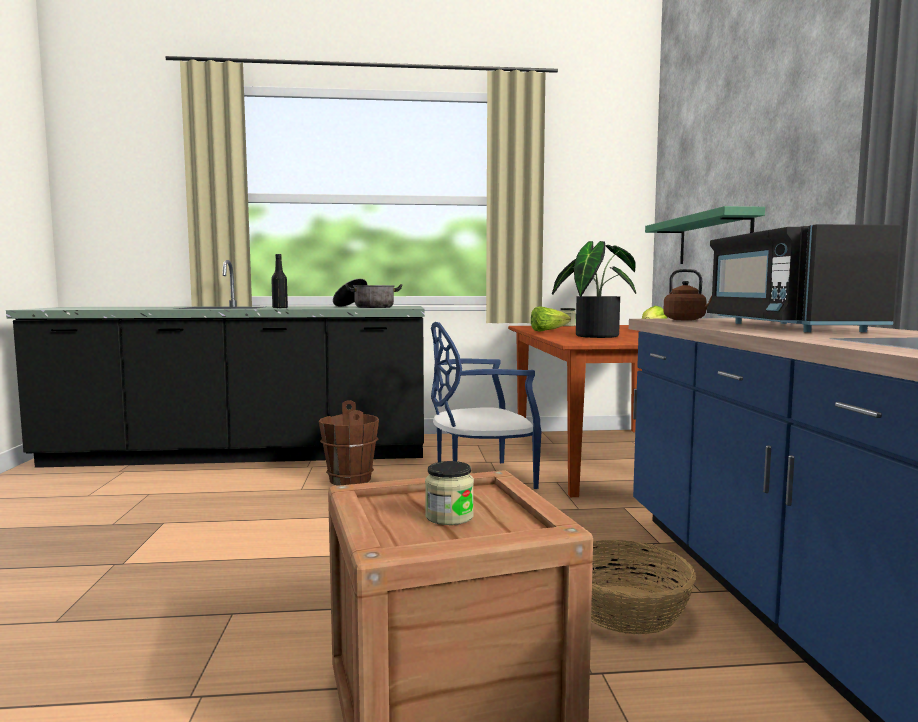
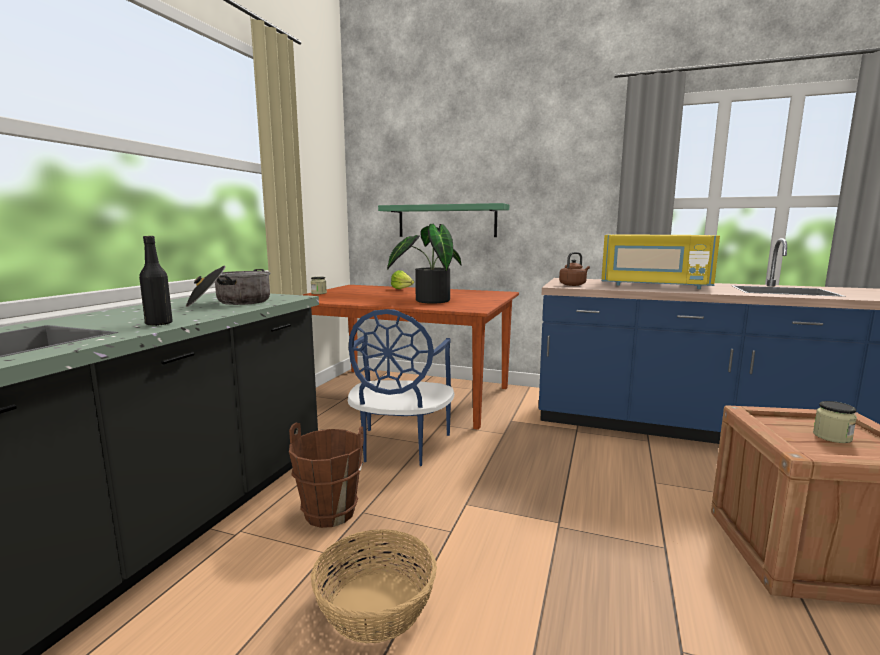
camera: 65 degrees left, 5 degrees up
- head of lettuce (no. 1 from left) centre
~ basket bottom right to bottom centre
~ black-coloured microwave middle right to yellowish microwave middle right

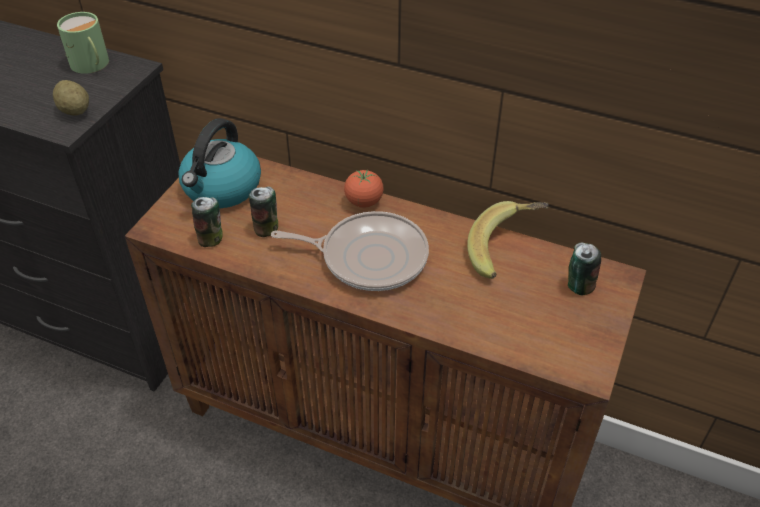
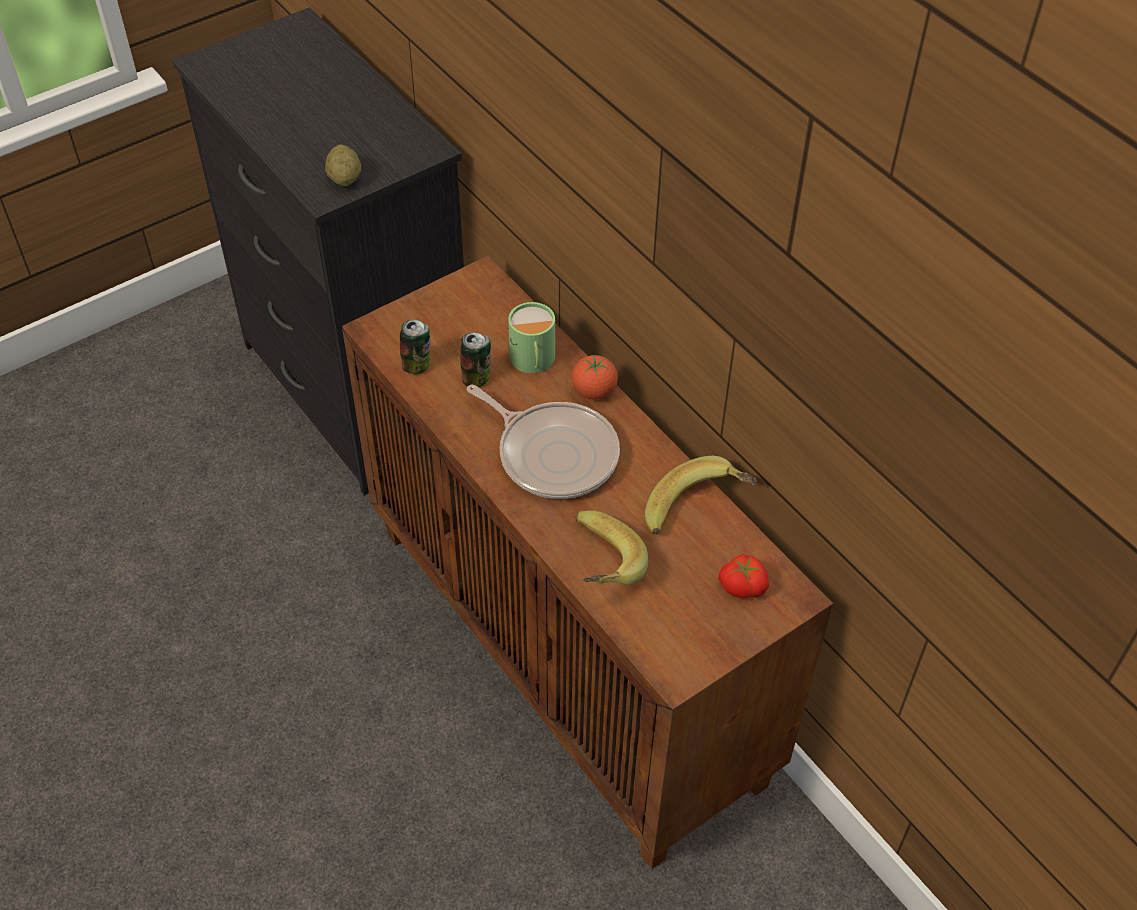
camera: 30 degrees right, 5 degrees up
- water kettle top left
+ banana (no. 1 from left) centre
~ green-coloured coffee mug top left to centre
~ can (no. 3 from left) middle right to fresh tomato (no. 2 from left) centre

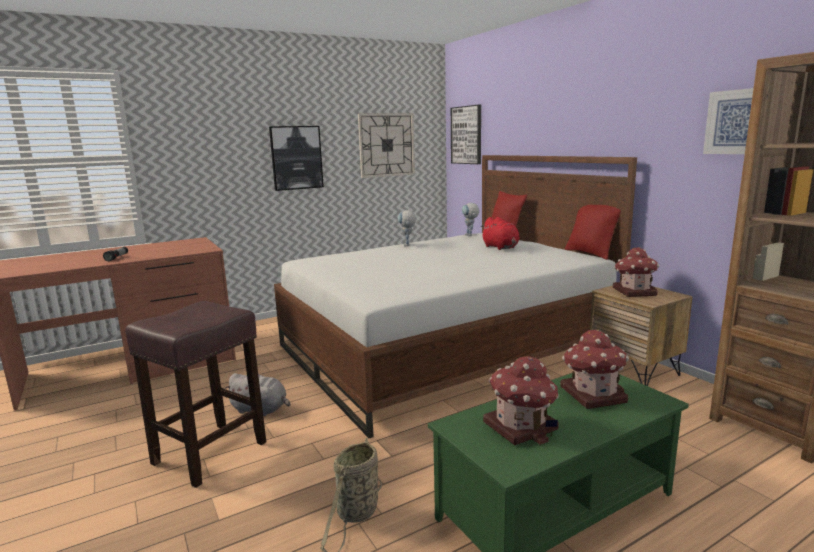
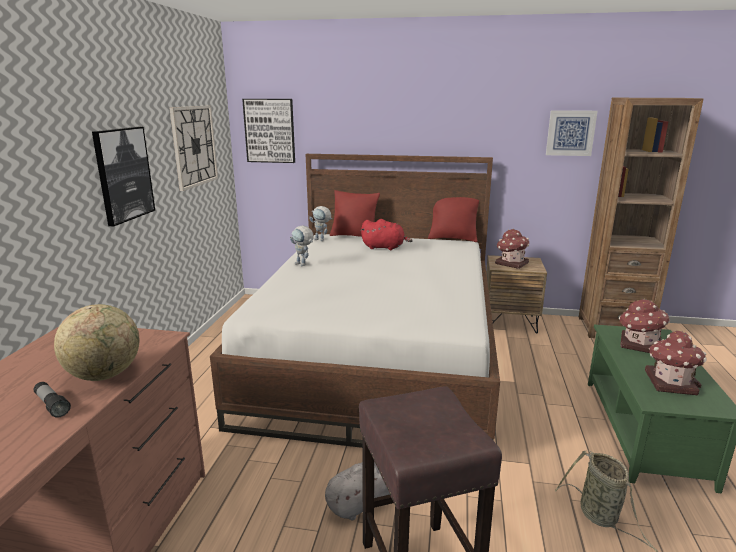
camera: 50 degrees left, 5 degrees up
+ globe middle left

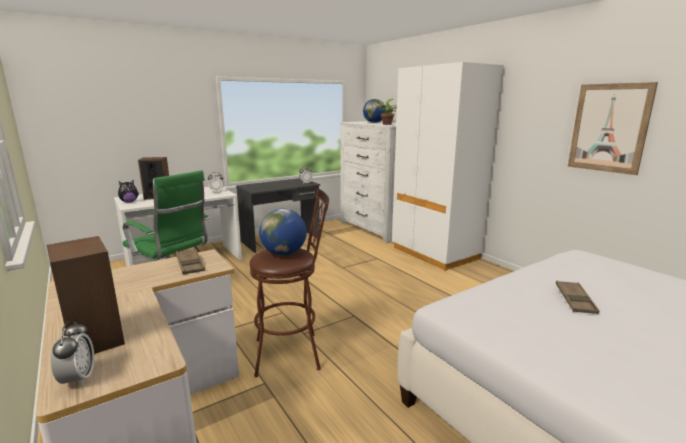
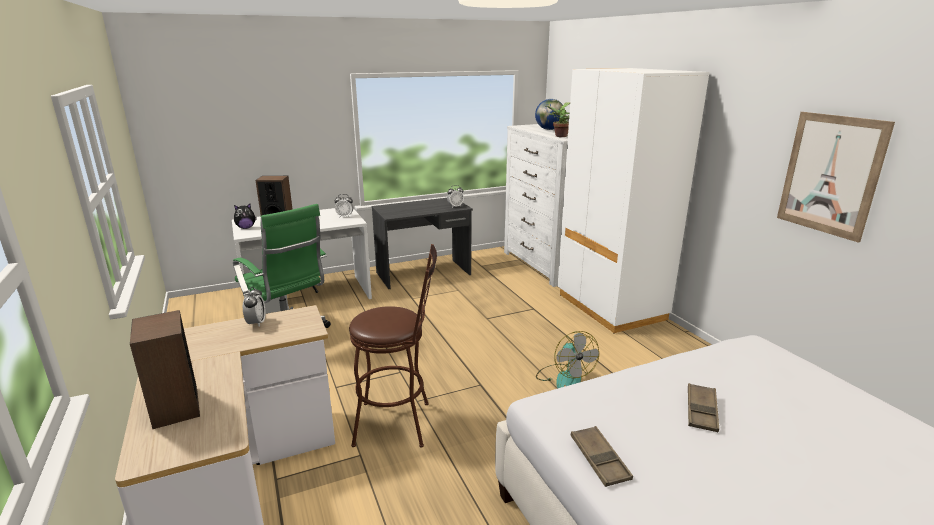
camera: 10 degrees right, 5 degrees up
- globe (no. 1 from left) centre
+ electric fan bottom centre
~ alarm clock (no. 1 from left) bottom left to middle left
~ brown carrying tray (no. 1 from left) middle left to bottom centre

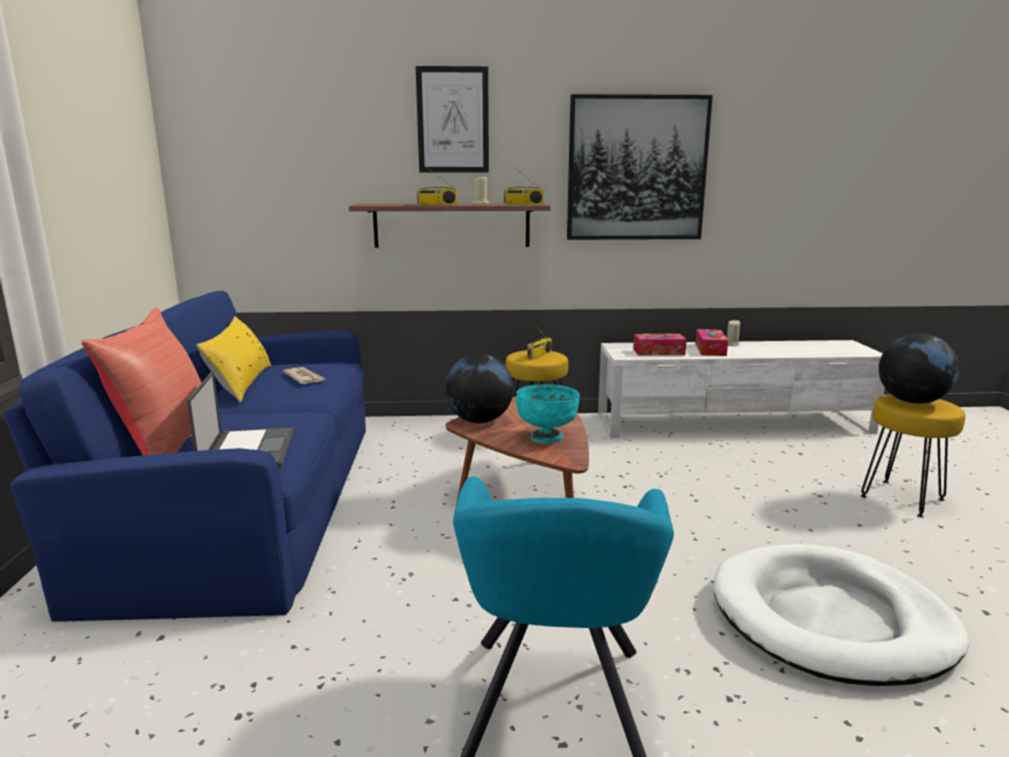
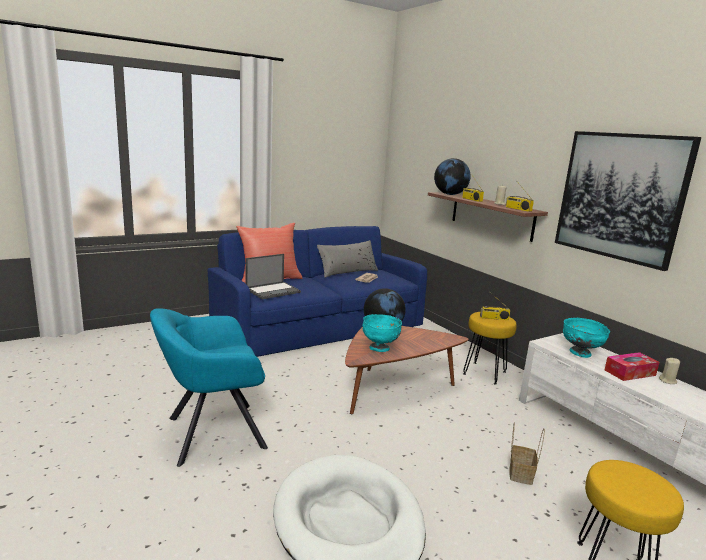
camera: 60 degrees right, 0 degrees up
- picture (no. 1 from left) top centre
+ basket bottom right
~ globe (no. 2 from left) middle right to top centre
~ tissue box (no. 1 from left) centre to turquoise bowl (no. 2 from left) middle right
~ yellowish throw pillow middle left to grey throw pillow centre

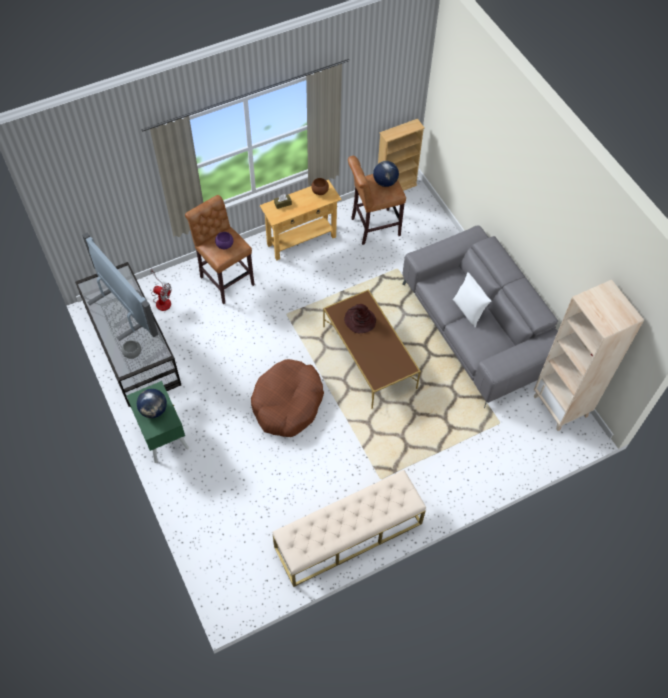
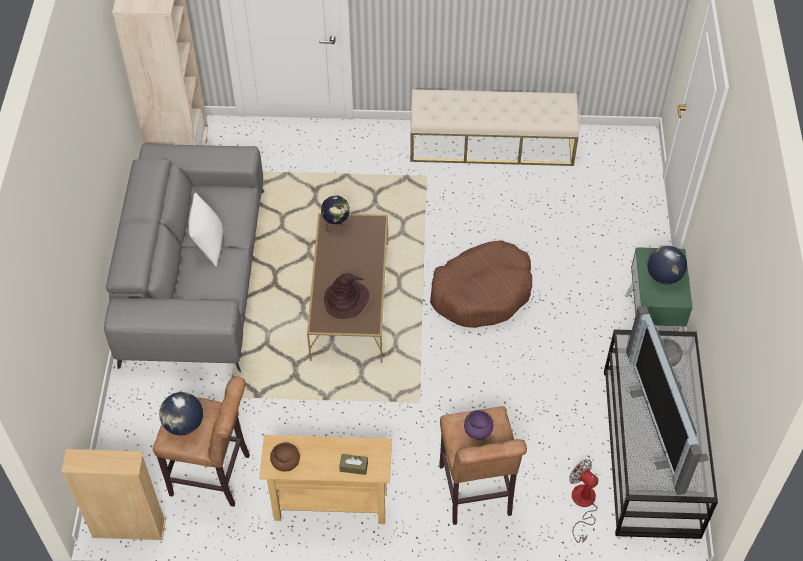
camera: 150 degrees left, 5 degrees down
+ globe (no. 2 from left) centre

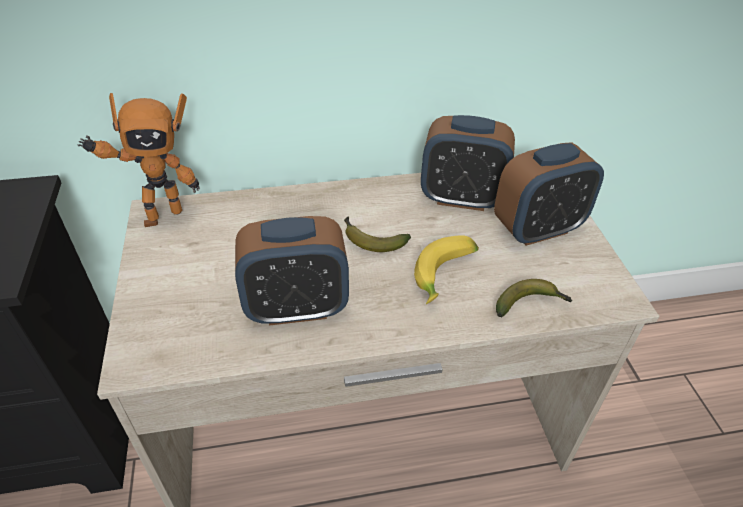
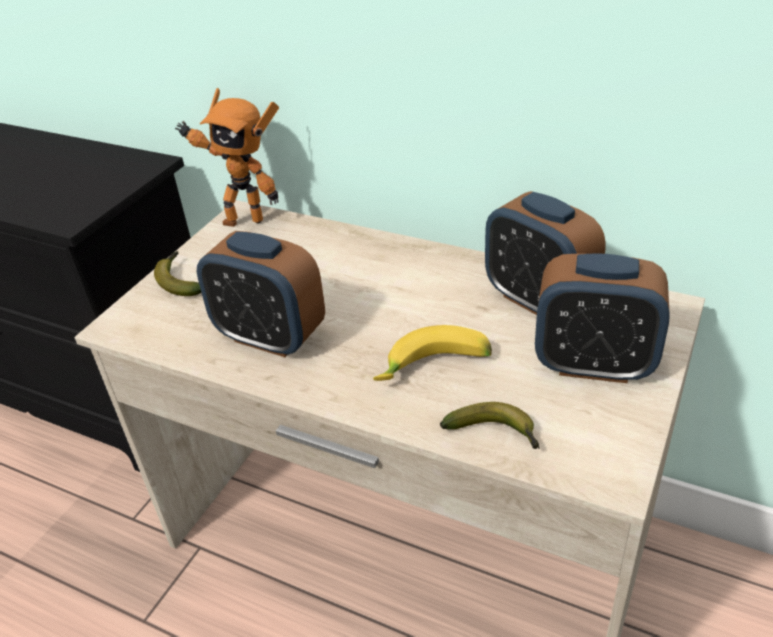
camera: 40 degrees right, 5 degrees down
~ banana (no. 1 from left) centre to middle left

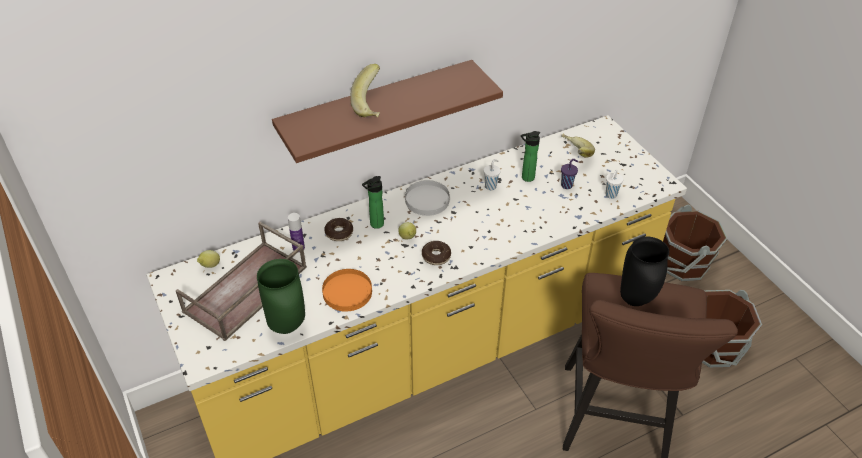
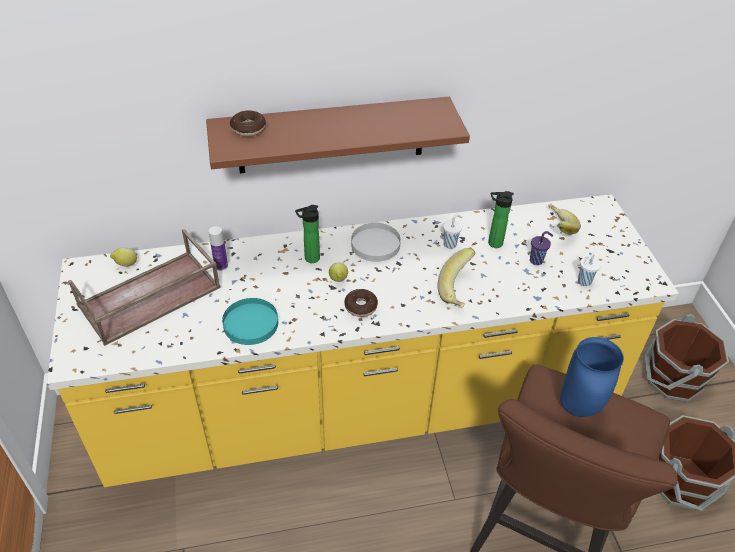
camera: 15 degrees right, 0 degrees up
- green-coloured flower vase middle left
~ ring doughnut (no. 1 from left) centre to top centre
~ banana (no. 1 from left) top centre to centre
~ orange-coloured plate centre to turquoise plate centre
~ black-coloured flower vase middle right to blue-coloured flower vase bottom right

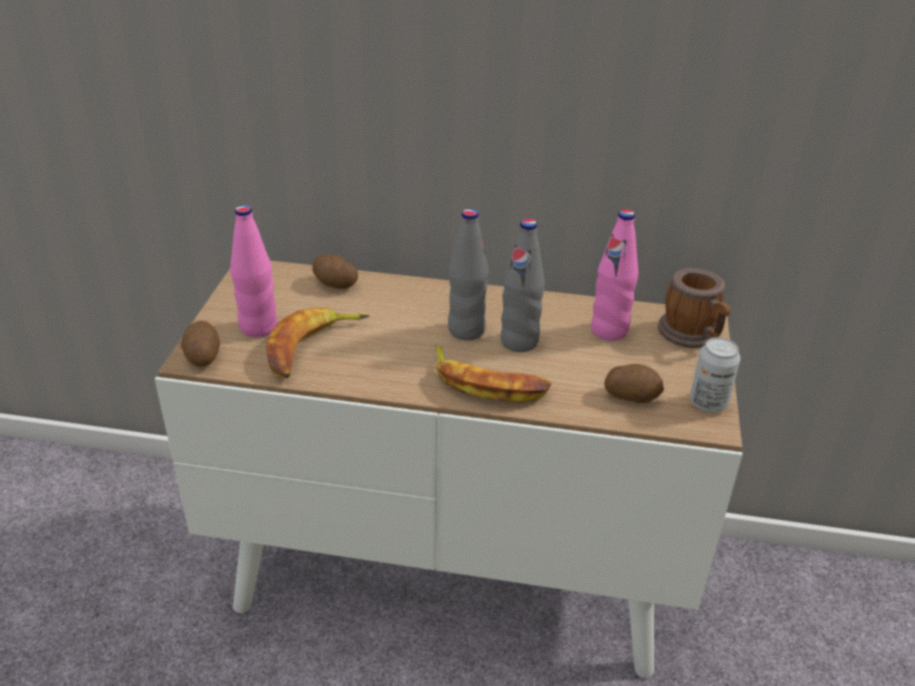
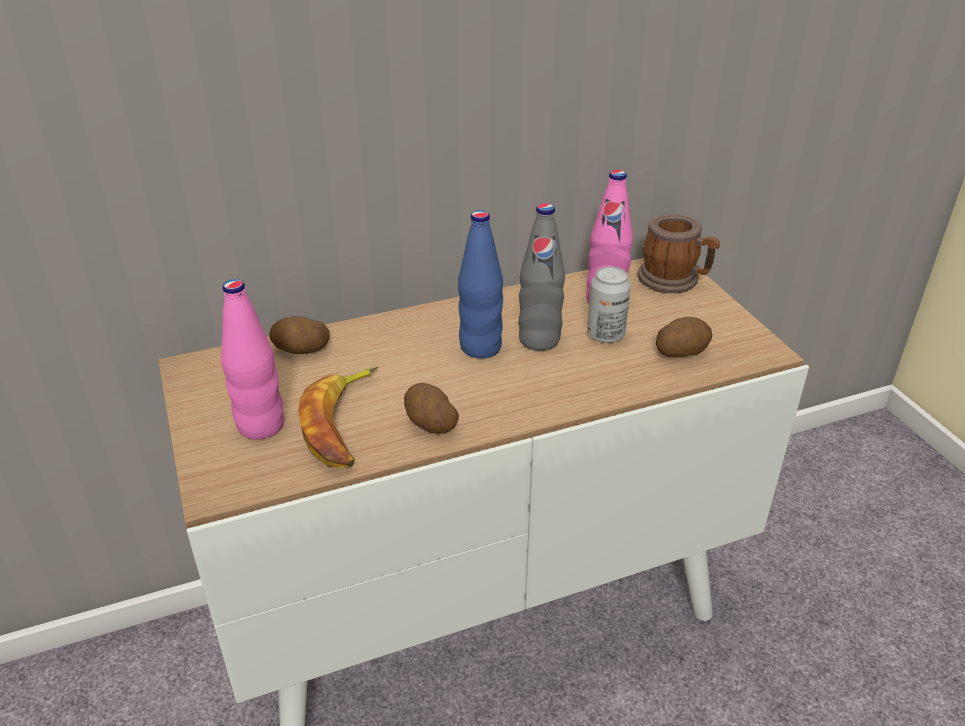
camera: 30 degrees left, 0 degrees up
- banana (no. 2 from left) centre
~ spud (no. 1 from left in the first image) middle left to spud (no. 2 from left) centre
~ can middle right to centre
~ grey bottle (no. 1 from left) centre to blue-coloured bottle centre

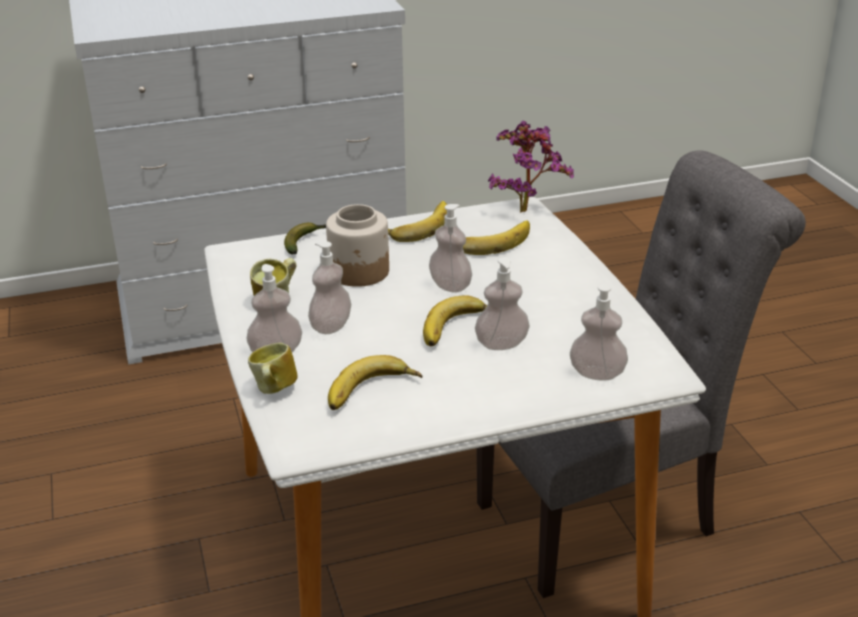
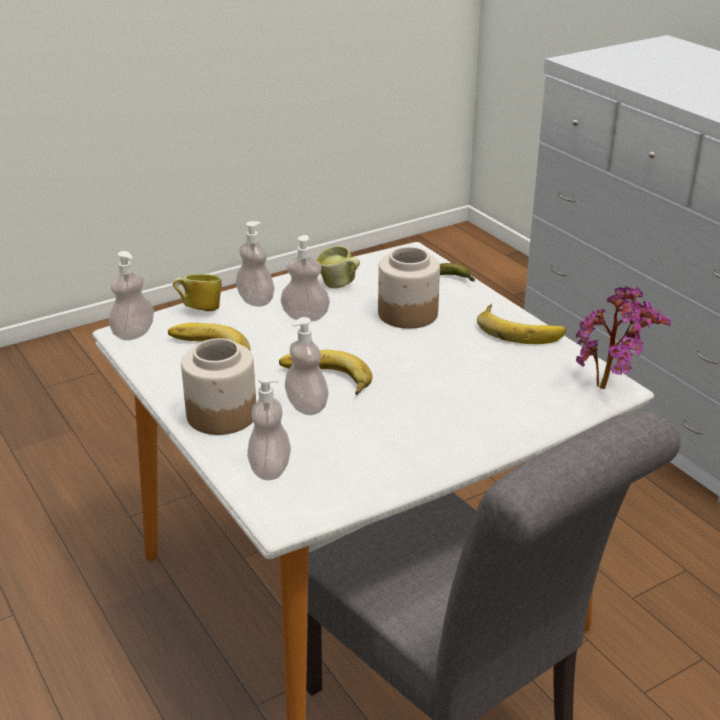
camera: 75 degrees right, 0 degrees up
- banana (no. 5 from left) centre
+ jar (no. 1 from left) middle left
~ soap bottle (no. 3 from left in the first image) centre to soap bottle (no. 1 from left) middle left

